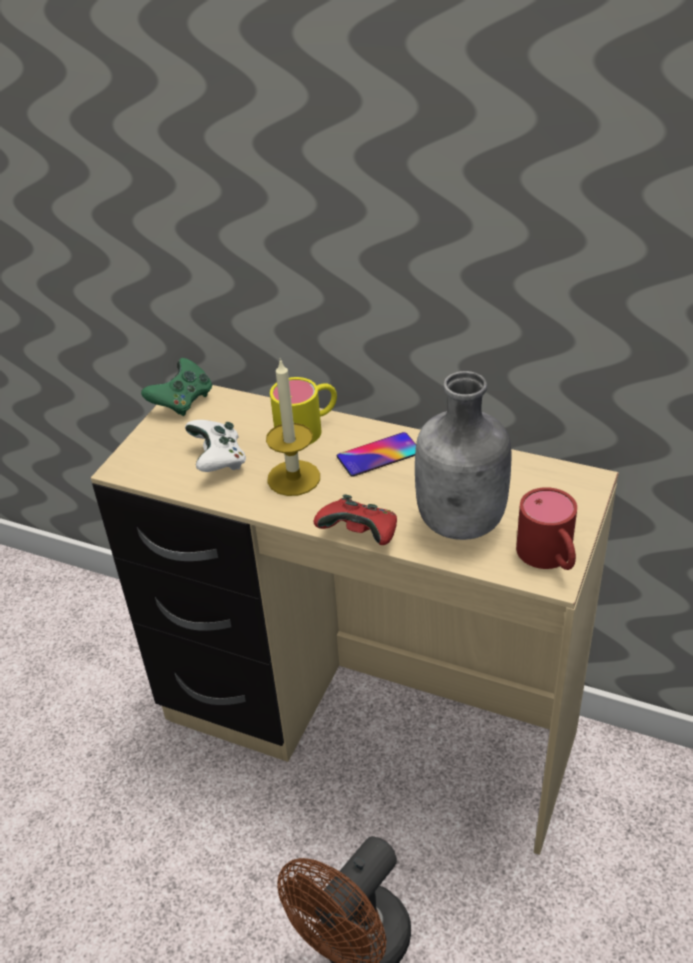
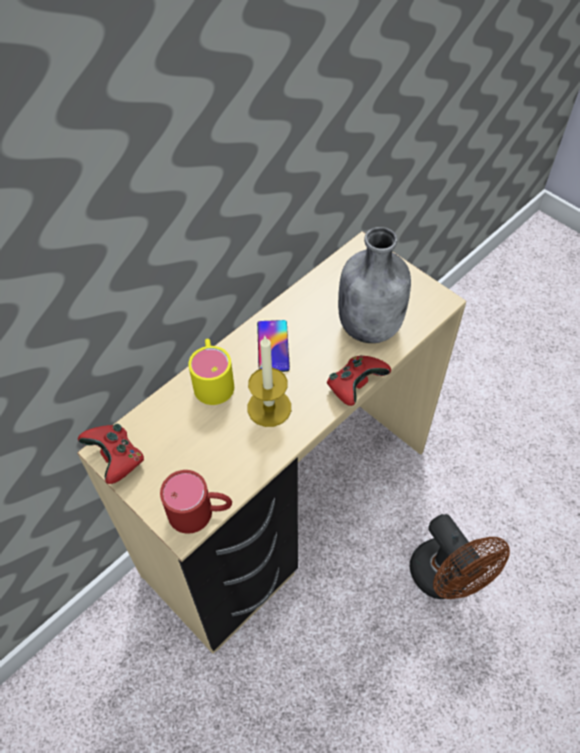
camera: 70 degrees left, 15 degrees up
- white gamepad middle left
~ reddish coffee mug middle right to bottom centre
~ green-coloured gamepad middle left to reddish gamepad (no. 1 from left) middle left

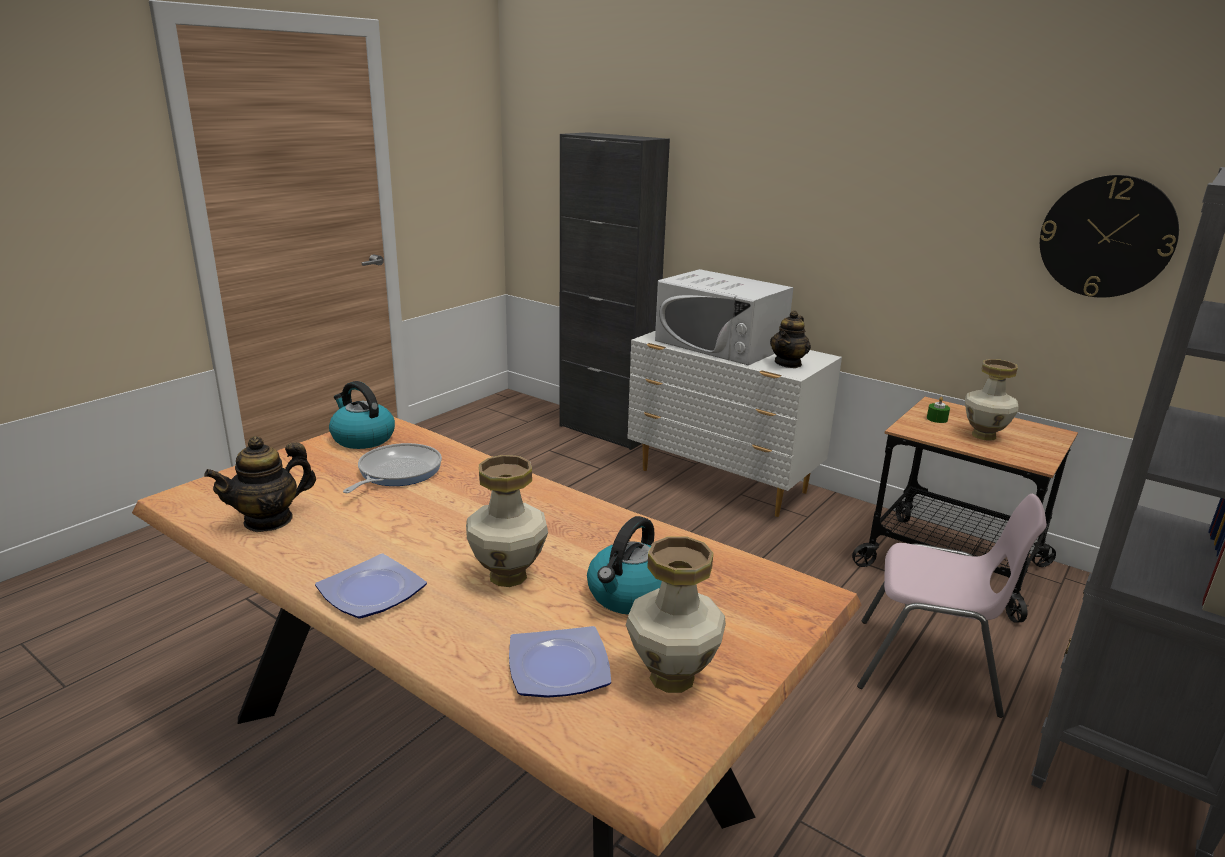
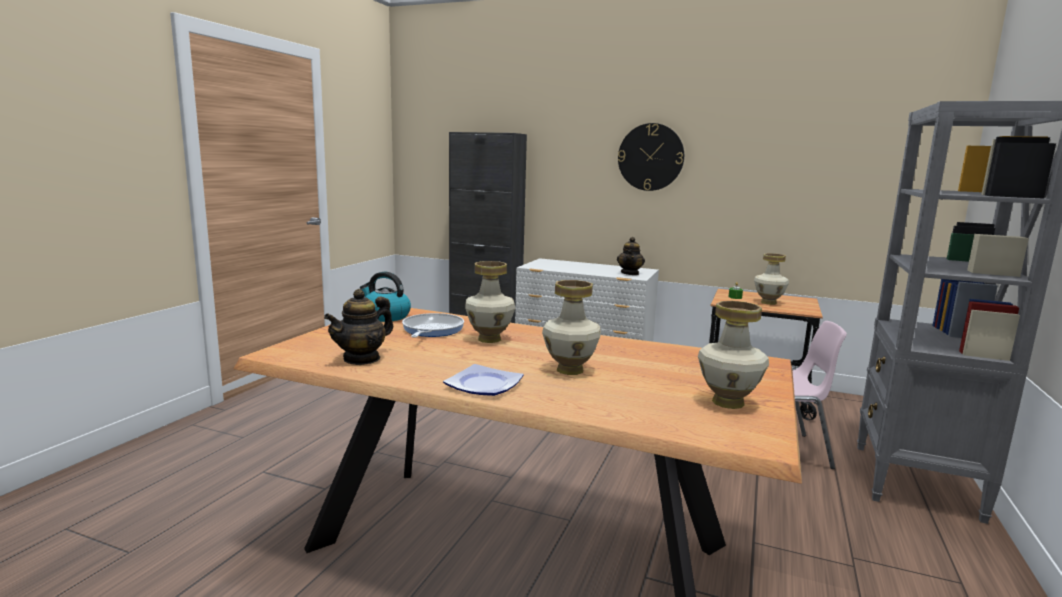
camera: 15 degrees left, 10 degrees down
- plate (no. 2 from left) bottom centre
- water kettle (no. 2 from left) centre
- white microwave centre
+ flower vase (no. 1 from left) centre
~ clock on the wall top right to top centre

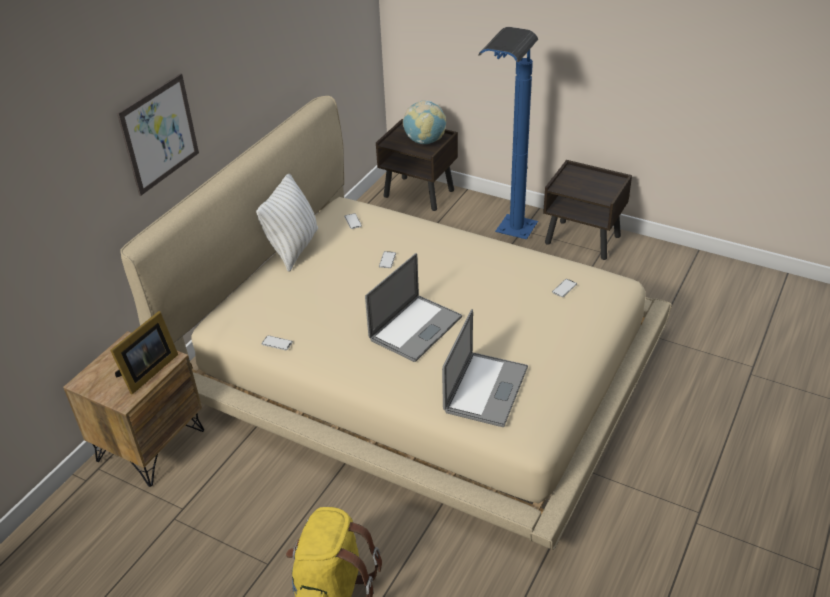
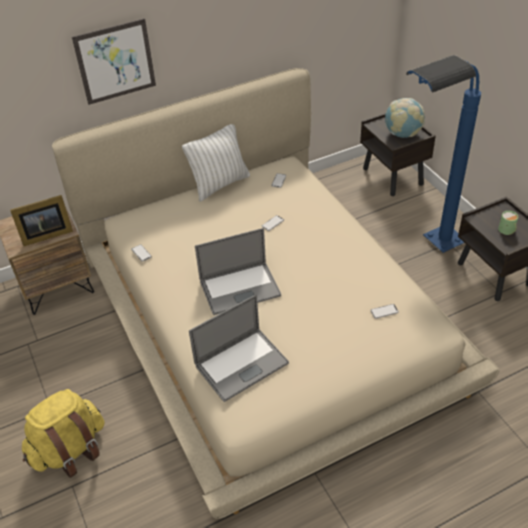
camera: 35 degrees right, 5 degrees up
+ green-coloured coffee mug middle right

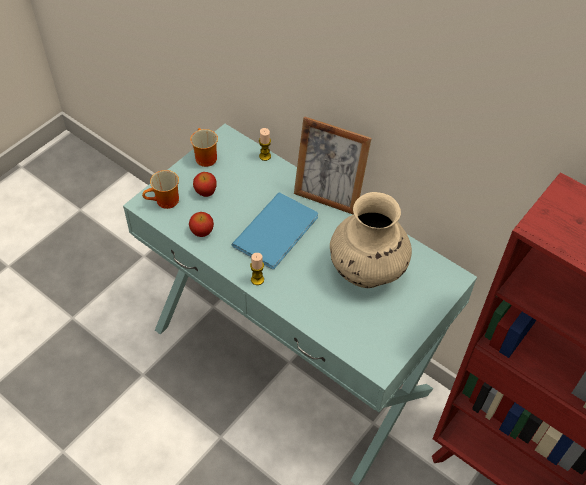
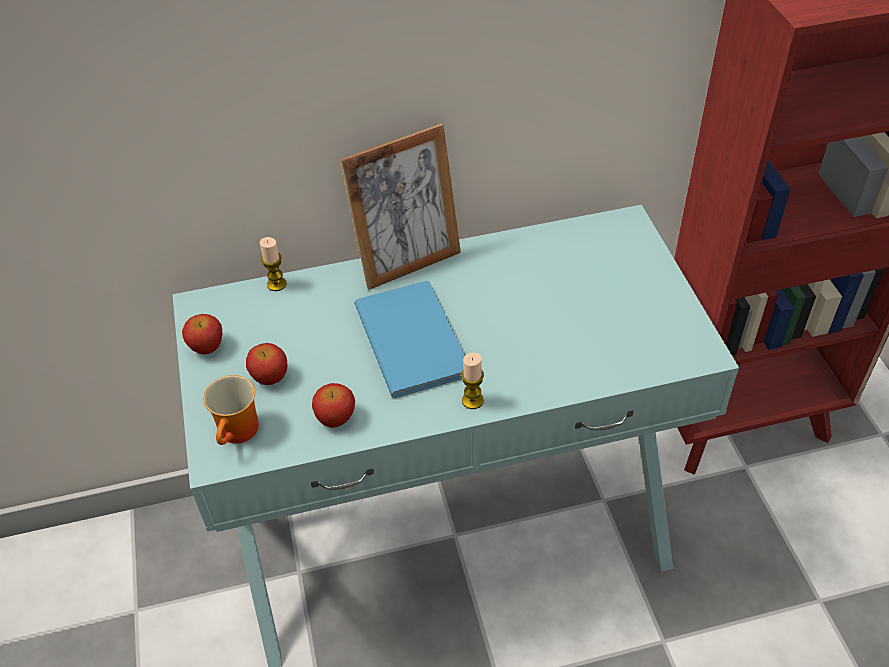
camera: 50 degrees left, 5 degrees down
- sand-coloured flower vase centre
~ coffee mug (no. 2 from left) top centre to apple (no. 1 from left) middle left

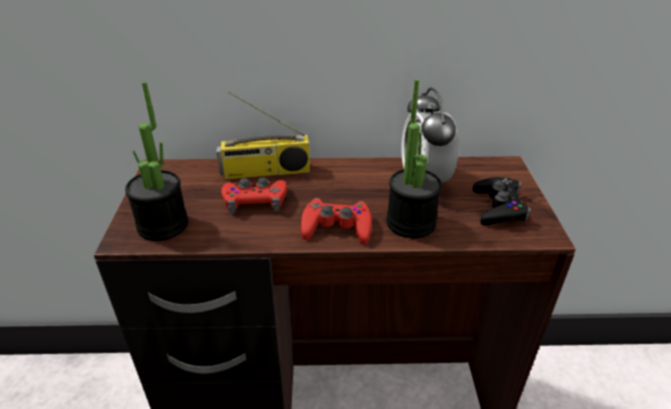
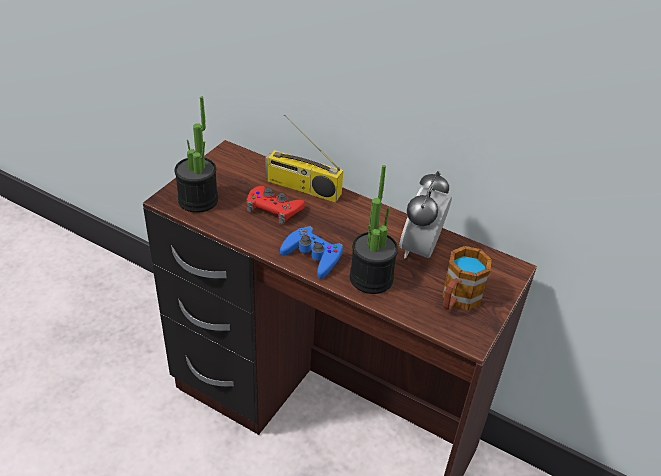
camera: 30 degrees right, 5 degrees up
~ black-coloured gamepad middle right to coffee mug middle right
~ reddish gamepad (no. 2 from left) centre to blue-coloured gamepad centre

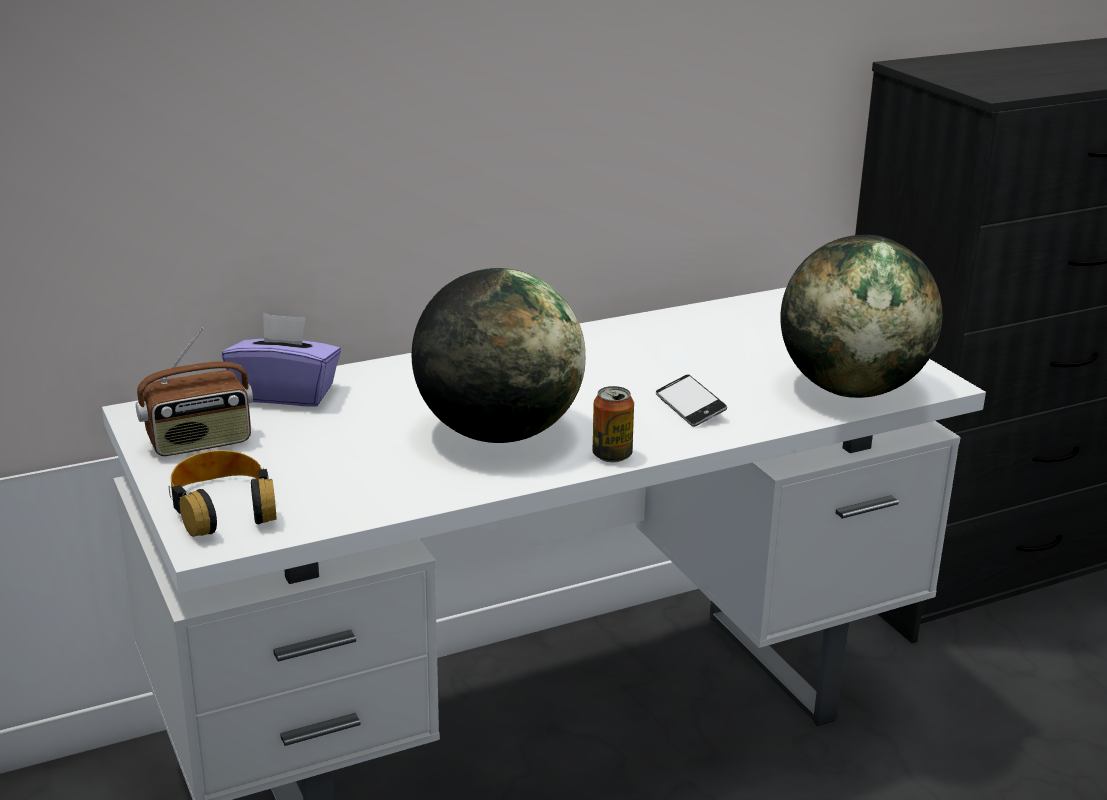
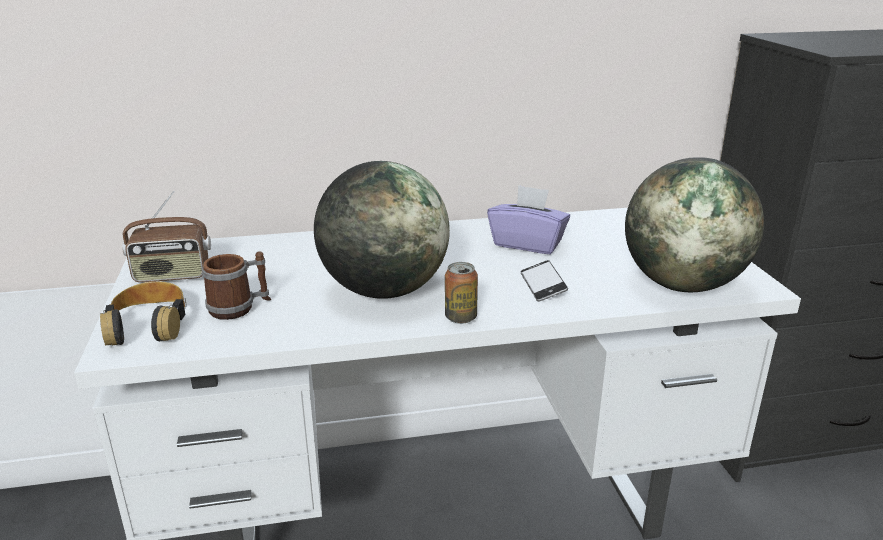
camera: 15 degrees right, 0 degrees up
+ coffee mug middle left
~ purple-coloured tissue box middle left to centre

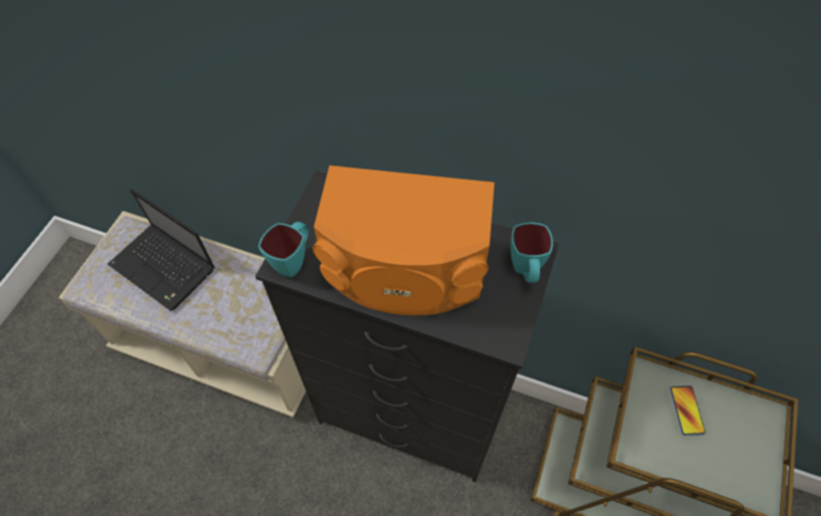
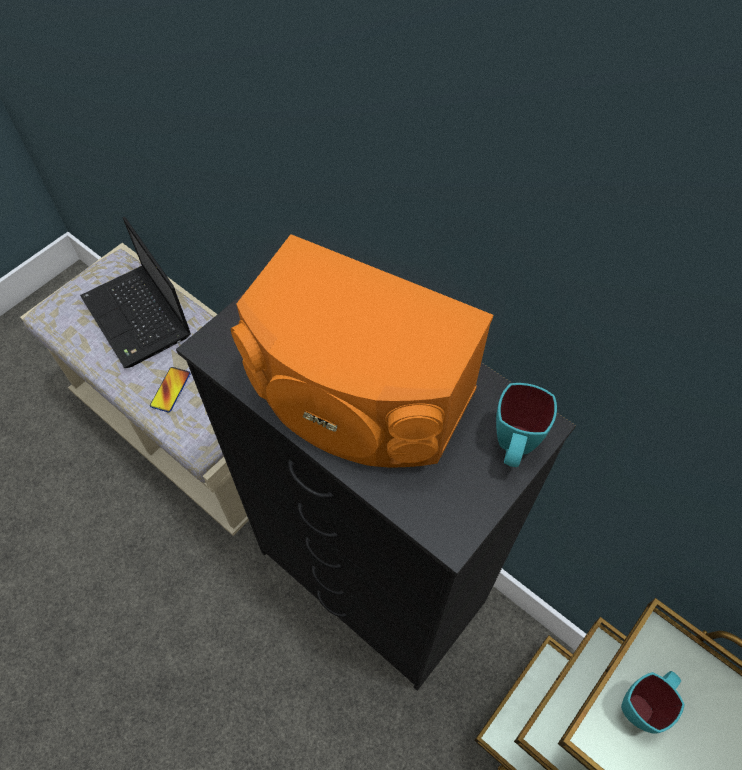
camera: 20 degrees right, 0 degrees up
~ turquoise coffee mug (no. 1 from left in the first image) centre to turquoise coffee mug (no. 2 from left) bottom right
~ telephone bottom right to middle left

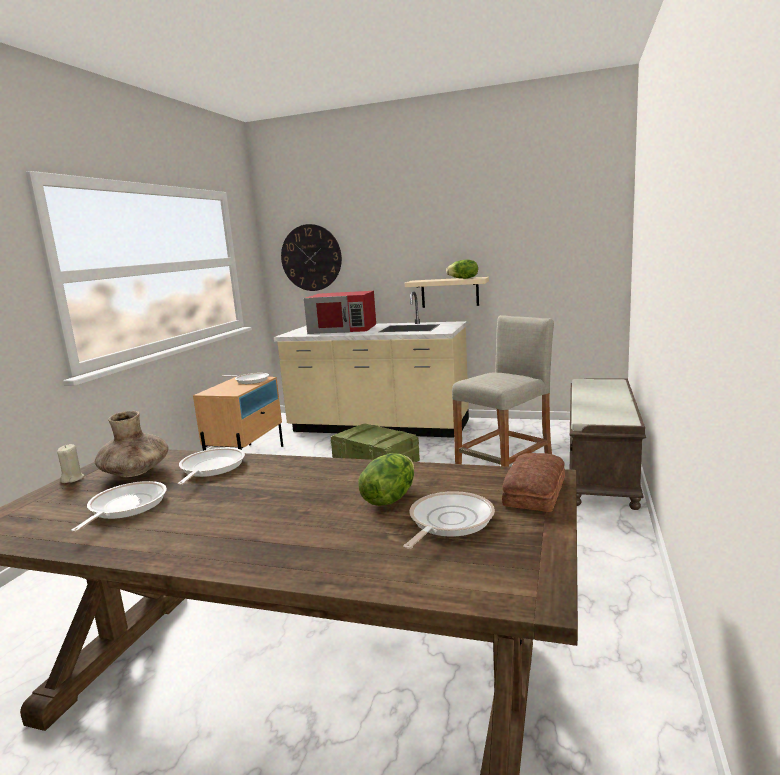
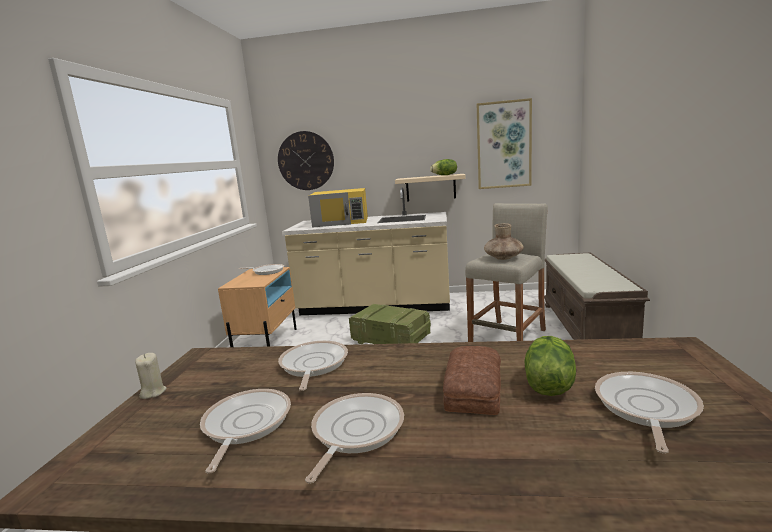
camera: 10 degrees left, 0 degrees up
+ skillet (no. 4 from left) bottom centre
+ picture top centre
~ brown flower vase middle left to centre
~ baked bread middle right to bottom centre
~ reddish microwave centre to yellowish microwave centre

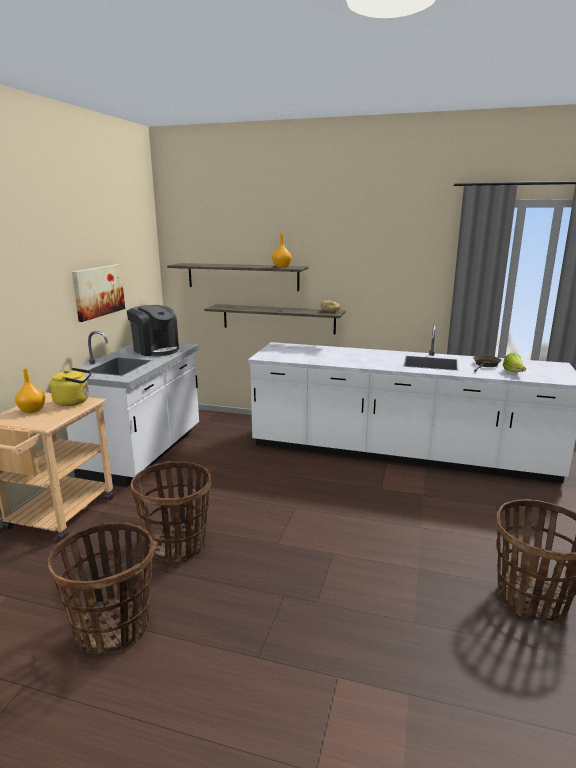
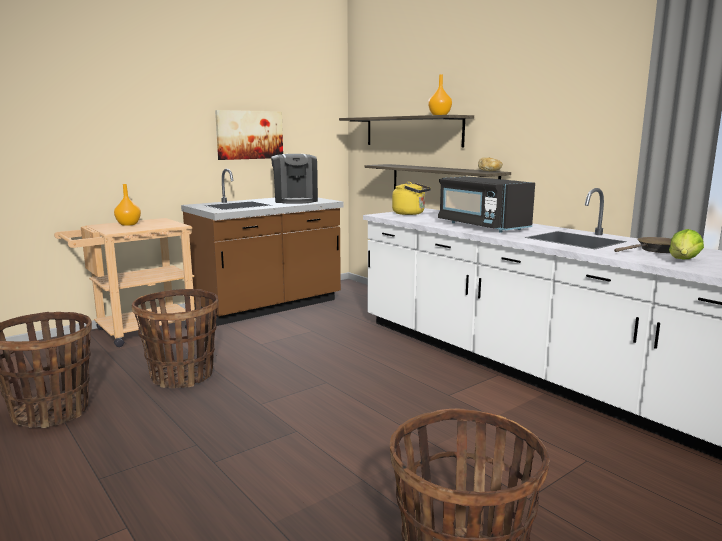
camera: 35 degrees right, 5 degrees down
+ black-coloured microwave middle right
~ yellowish water kettle middle left to centre
~ white counter (no. 1 from left) middle left to brown counter centre

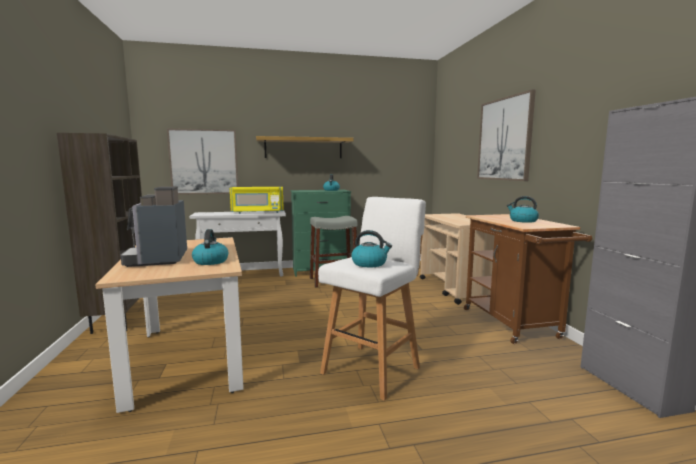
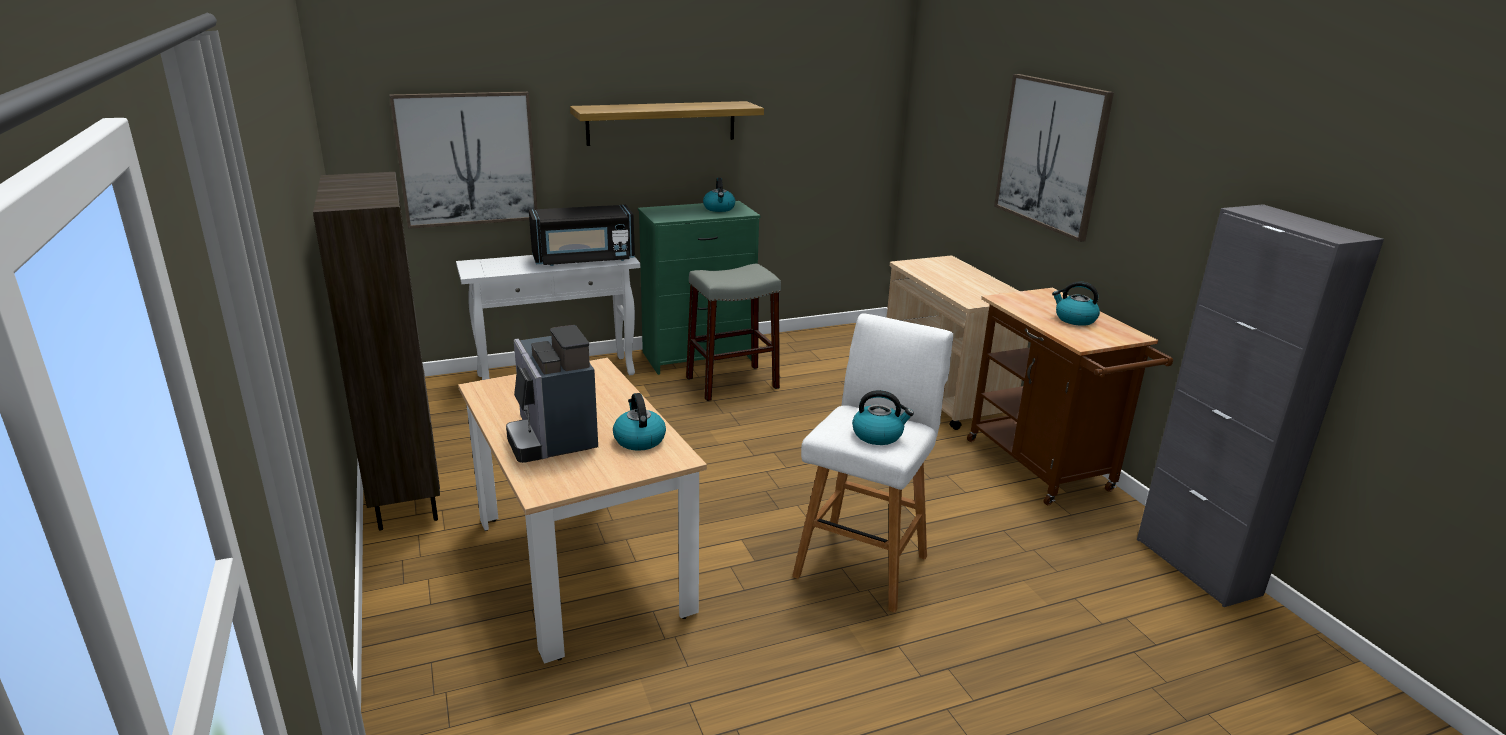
camera: 10 degrees left, 15 degrees up
~ yellowish microwave centre to black-coloured microwave top centre

